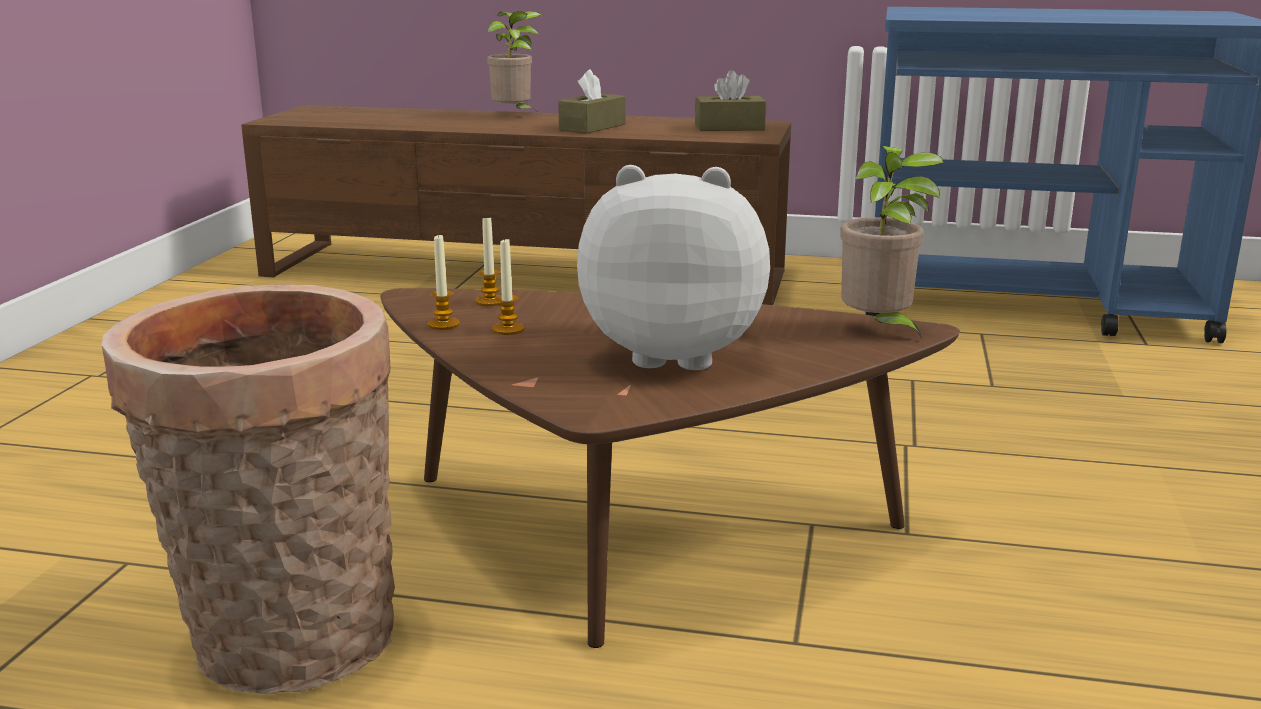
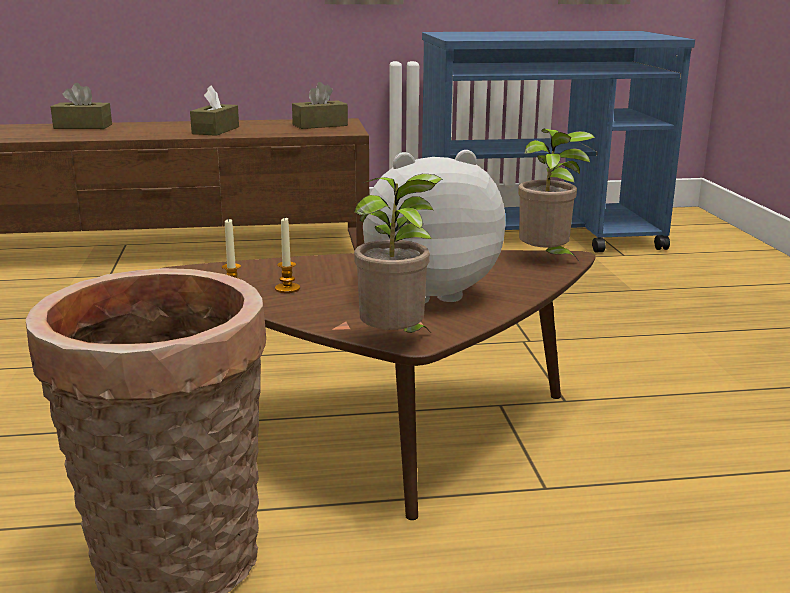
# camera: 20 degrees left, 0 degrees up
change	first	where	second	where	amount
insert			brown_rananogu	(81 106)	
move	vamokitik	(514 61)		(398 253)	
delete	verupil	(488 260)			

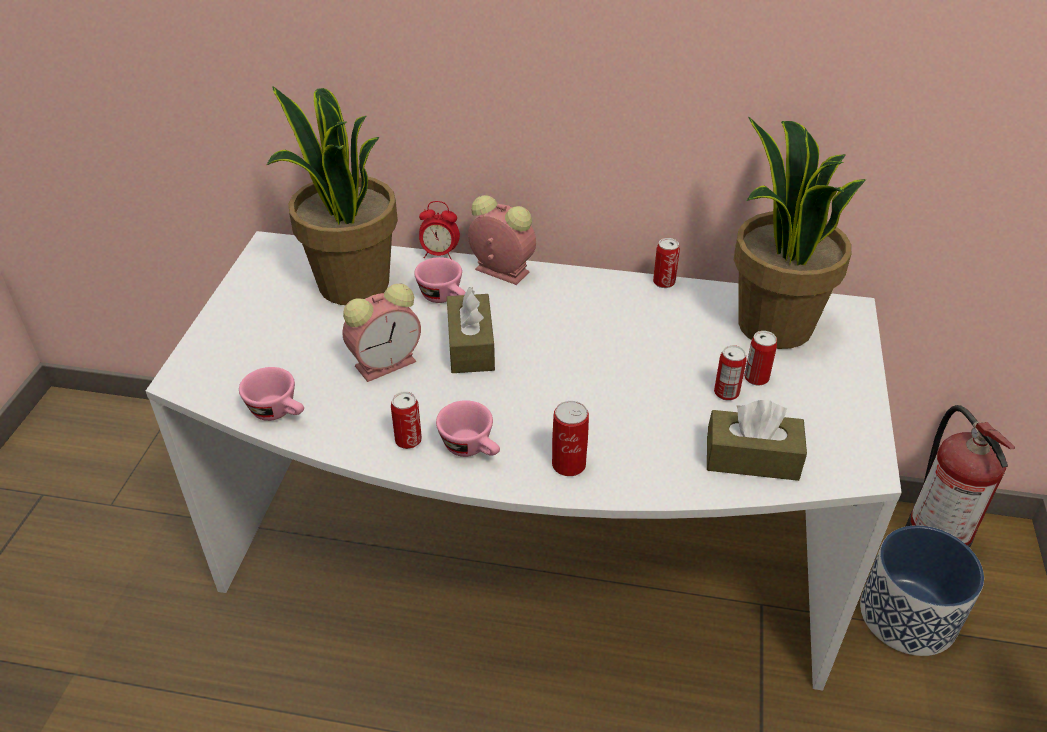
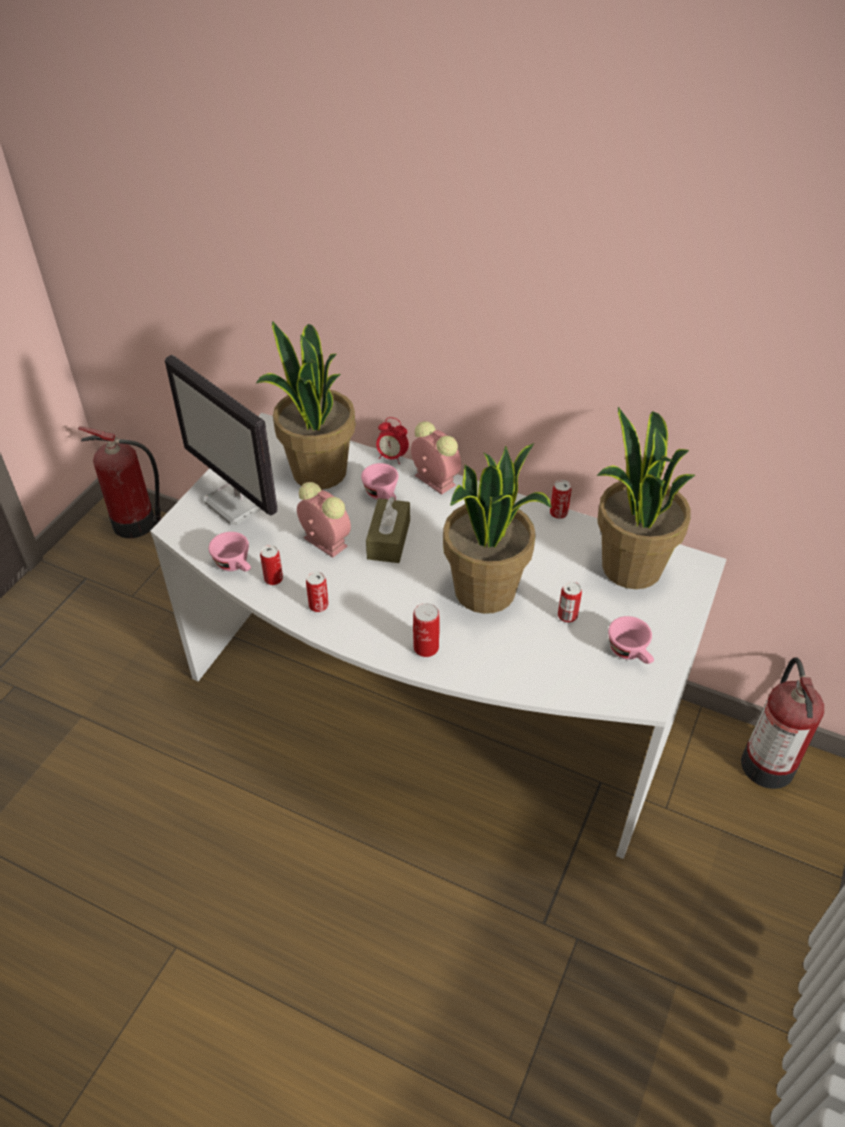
# camera: 15 degrees right, 5 degrees up
change	first	where	second	where	amount
insert			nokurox	(120 482)	
insert			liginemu	(221 440)	
move	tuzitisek	(760 358)		(271 565)	
rotate	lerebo	(381 332)		(324 520)	120 degrees counterclockwise
insert			vamokitik	(497 528)	
move	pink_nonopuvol	(468 428)		(631 640)	
delete	brown_rananogu	(757 440)			
delete	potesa	(922 590)			

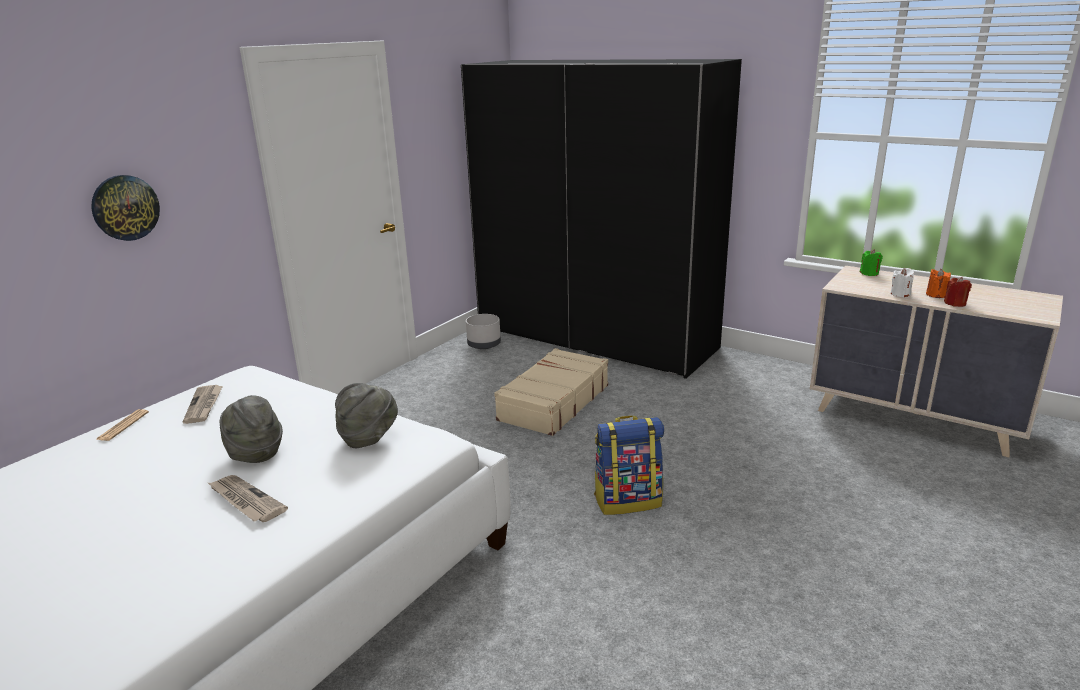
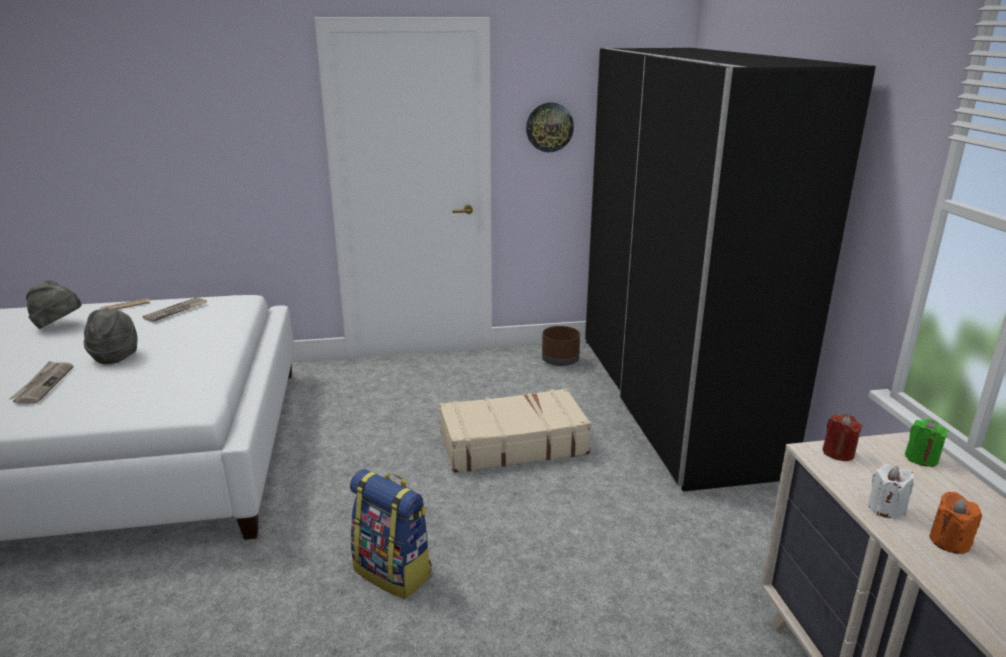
# camera: 45 degrees right, 0 degrees up
change	first	where	second	where	amount
move	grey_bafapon	(366 415)		(54 305)	
move	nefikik	(125 208)		(550 127)	
recolor	grey_potesa	(483 331)	brown_potesa	(561 346)	
move	red_verupil	(958 292)		(842 437)	

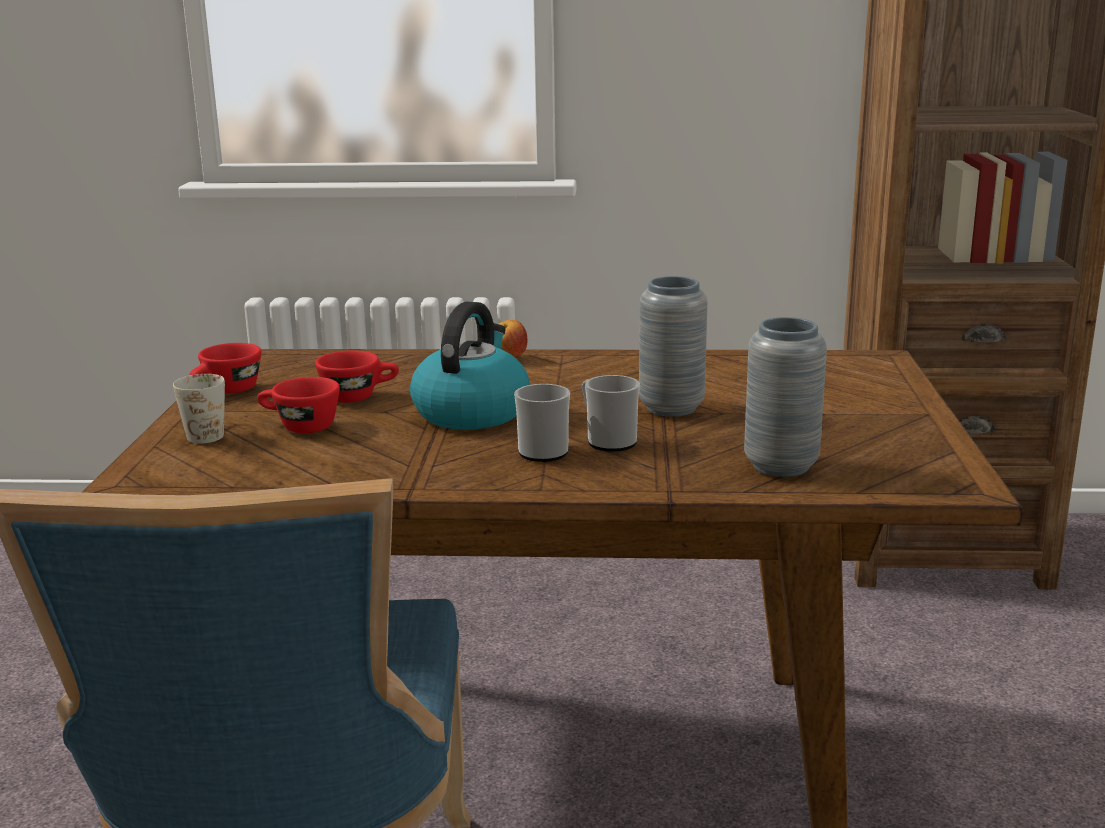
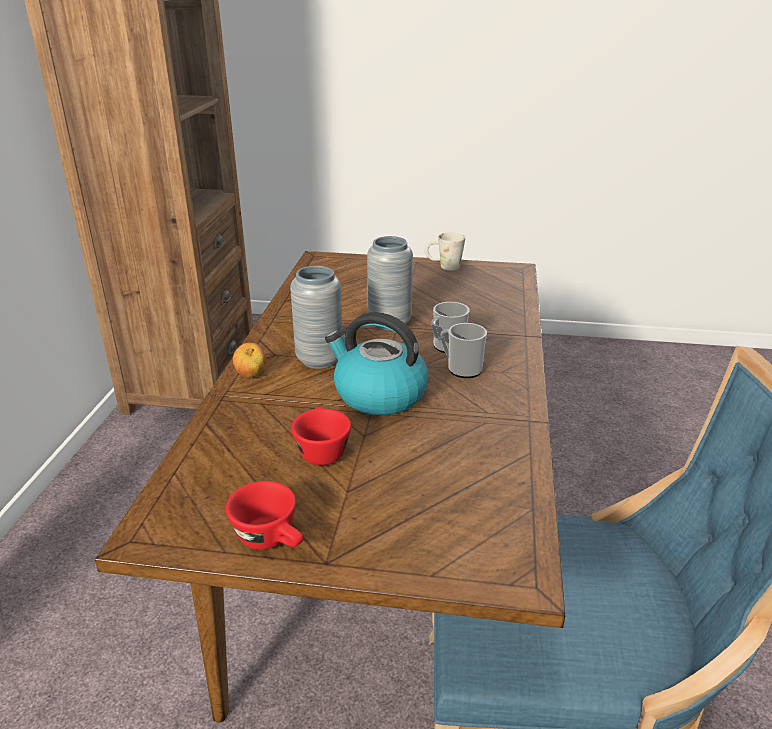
# camera: 85 degrees left, 10 degrees up
change	first	where	second	where	amount
move	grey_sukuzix	(785 397)		(316 317)	
move	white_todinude	(199 409)		(444 251)	
delete	red_nonopuvol	(298 405)			

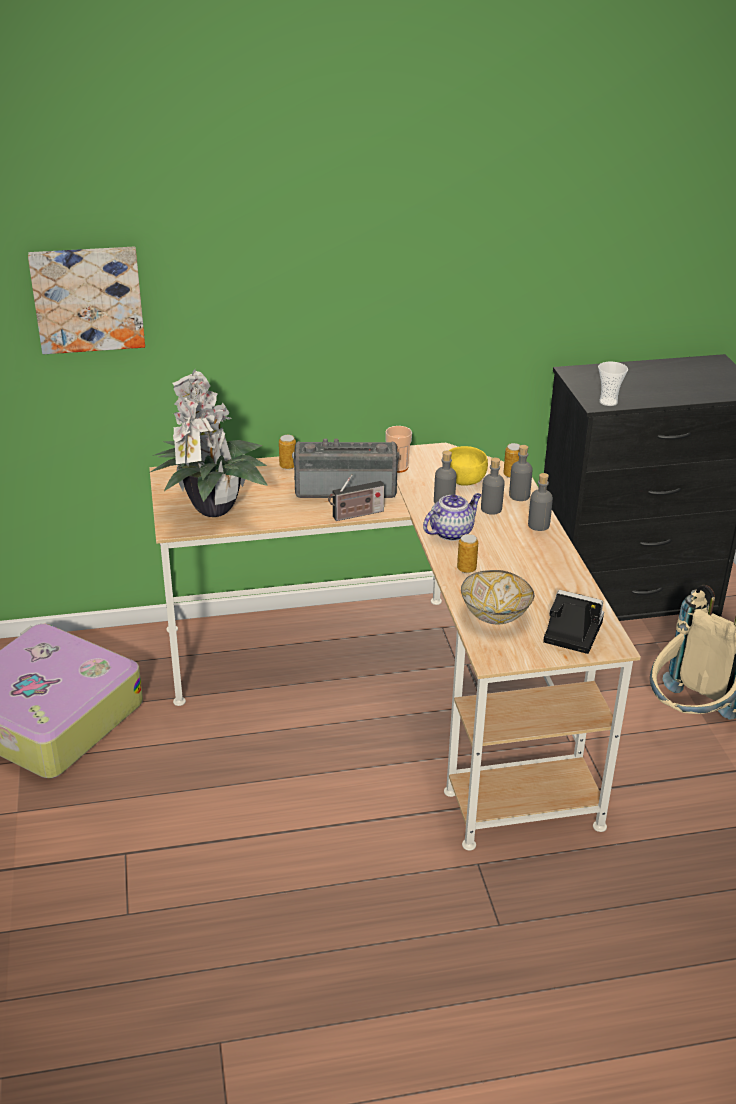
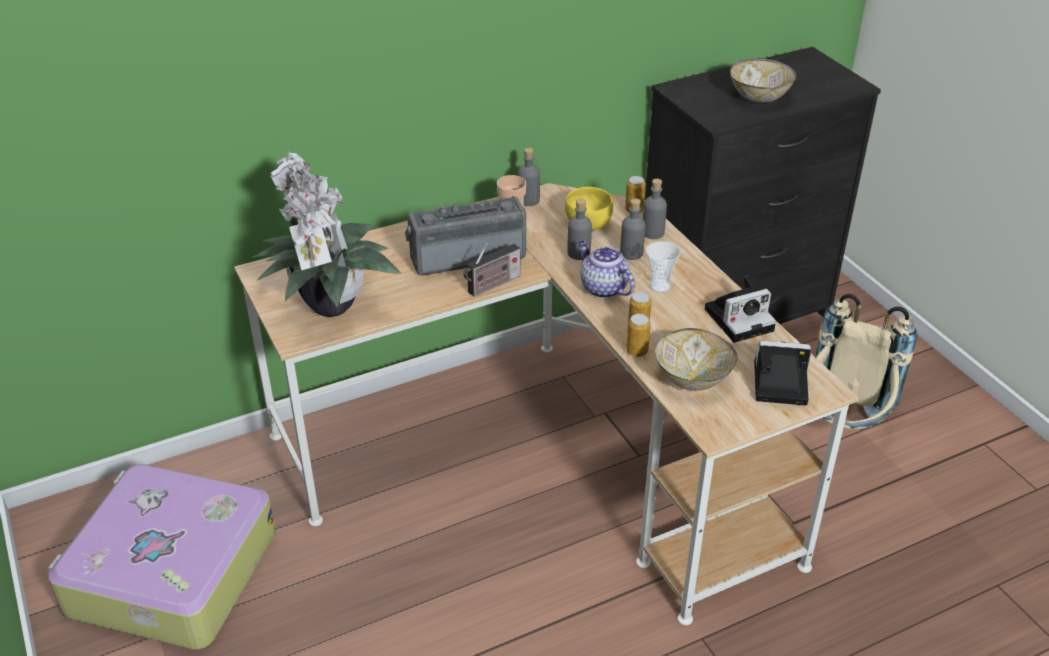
# camera: 15 degrees left, 5 degrees up
change	first	where	second	where	amount
move	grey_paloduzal	(540 502)		(529 177)	
rotate	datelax	(452 517)		(606 269)	75 degrees counterclockwise
move	tuzitisek	(287 452)		(638 335)	
move	nonopuvol	(613 384)		(663 267)	
insert			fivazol	(740 309)	
insert			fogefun	(763 80)	
delete	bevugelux	(86 300)			

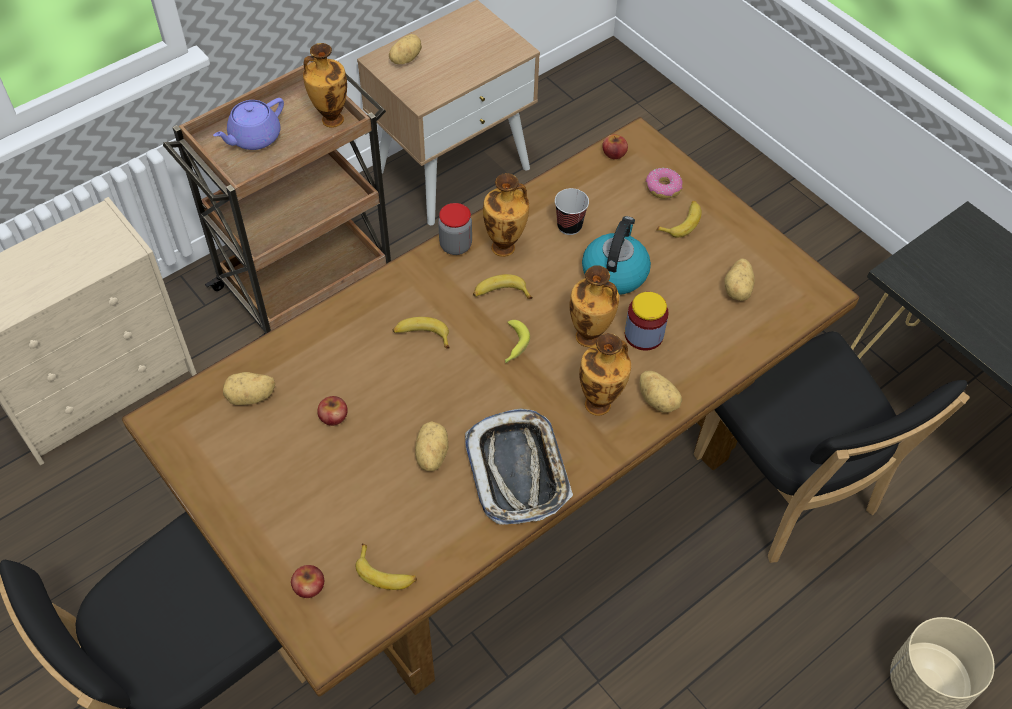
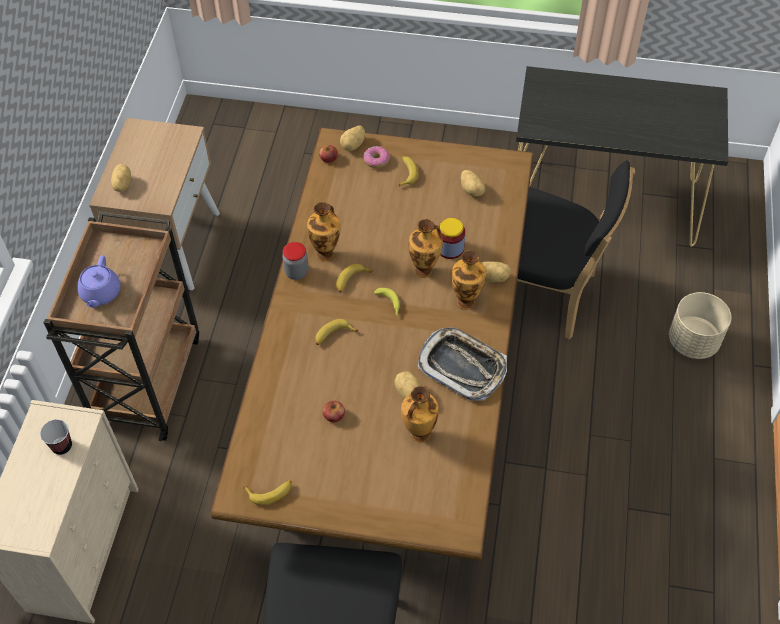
# camera: 40 degrees left, 0 degrees up
change	first	where	second	where	amount
move	nonopuvol	(572 211)		(56 437)	
move	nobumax	(386 566)		(267 492)	
move	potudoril	(249 388)		(352 138)	
move	sukuzix	(325 85)		(420 414)	
delete	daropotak	(307 581)			
delete	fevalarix	(616 255)			

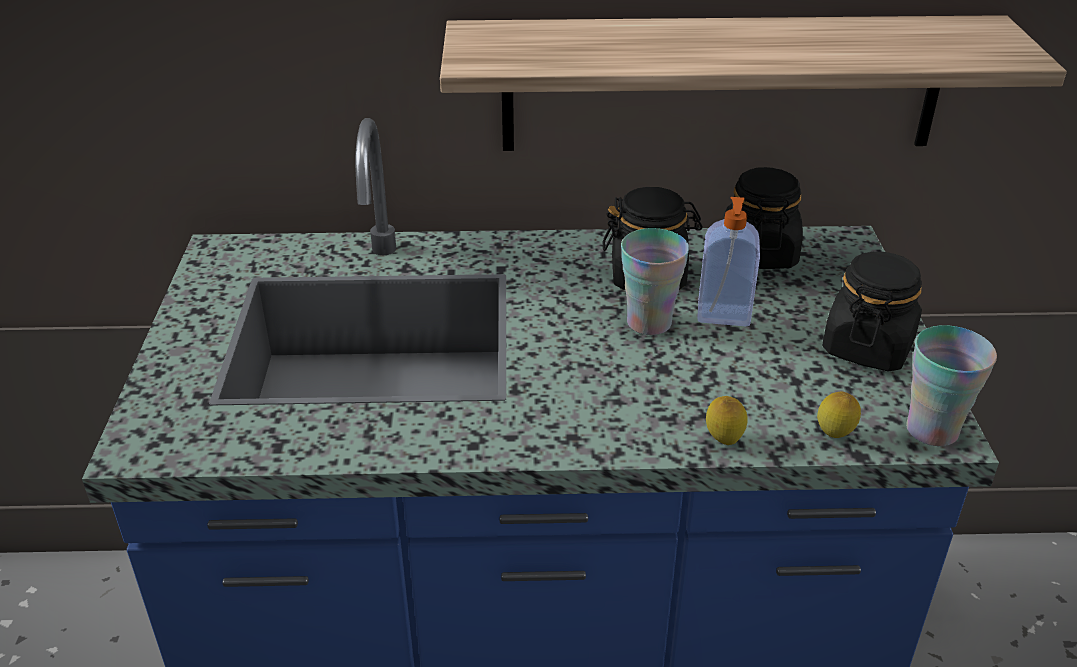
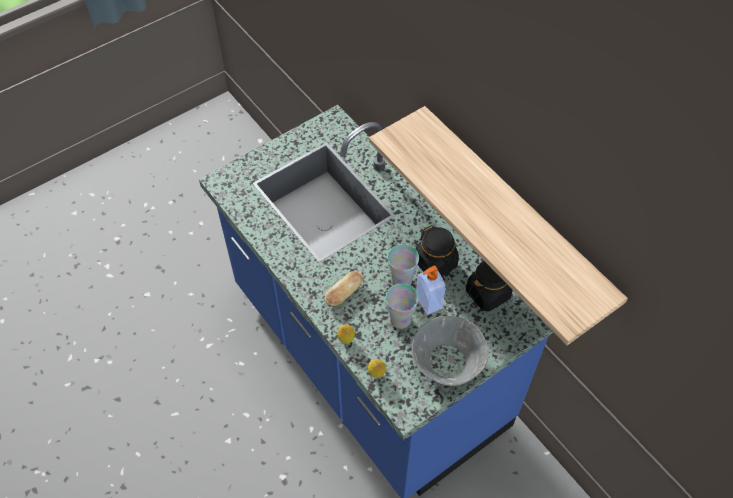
# camera: 55 degrees right, 20 degrees up
change	first	where	second	where	amount
insert			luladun	(344 288)	
move	nonopuvol	(951 386)		(402 306)	
replace	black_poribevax	(872 312)	grey_fogefun	(450 351)	

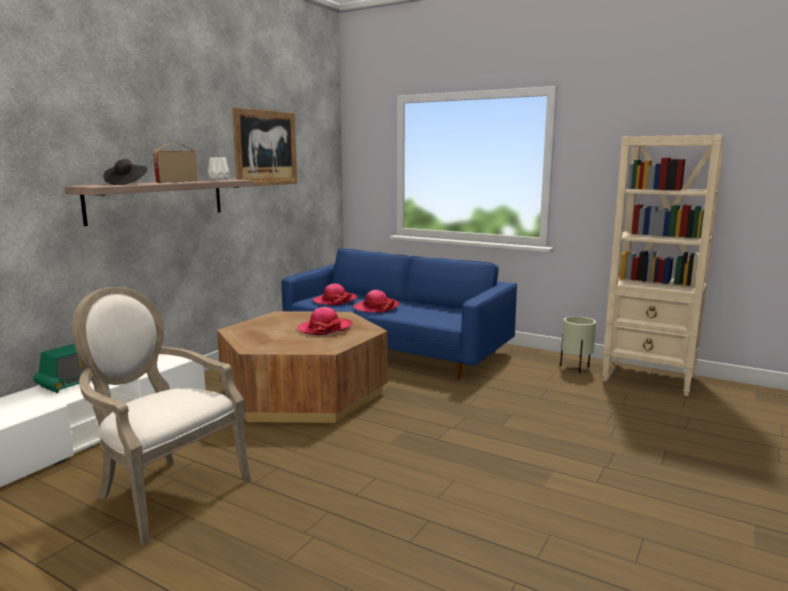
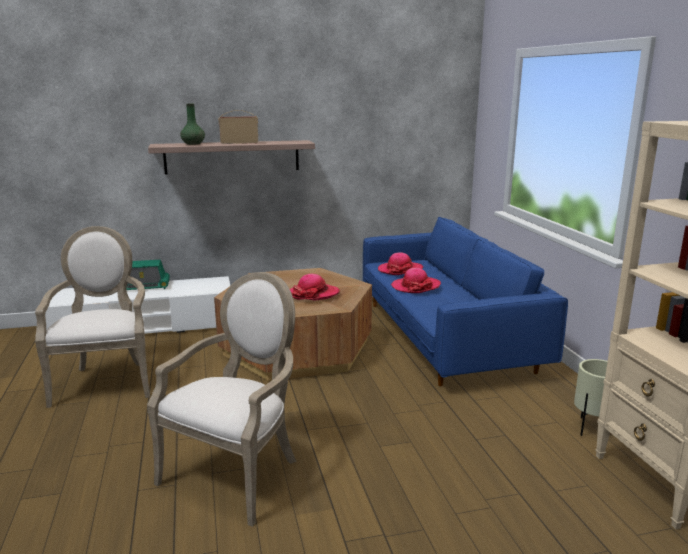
# camera: 45 degrees right, 5 degrees up
change	first	where	second	where	amount
insert			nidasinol	(222 399)	
replace	black_bafapon	(125 172)	green_sukuzix	(192 124)	
delete	white_sukuzix	(218 168)			
delete	bevugelux	(264 146)			

